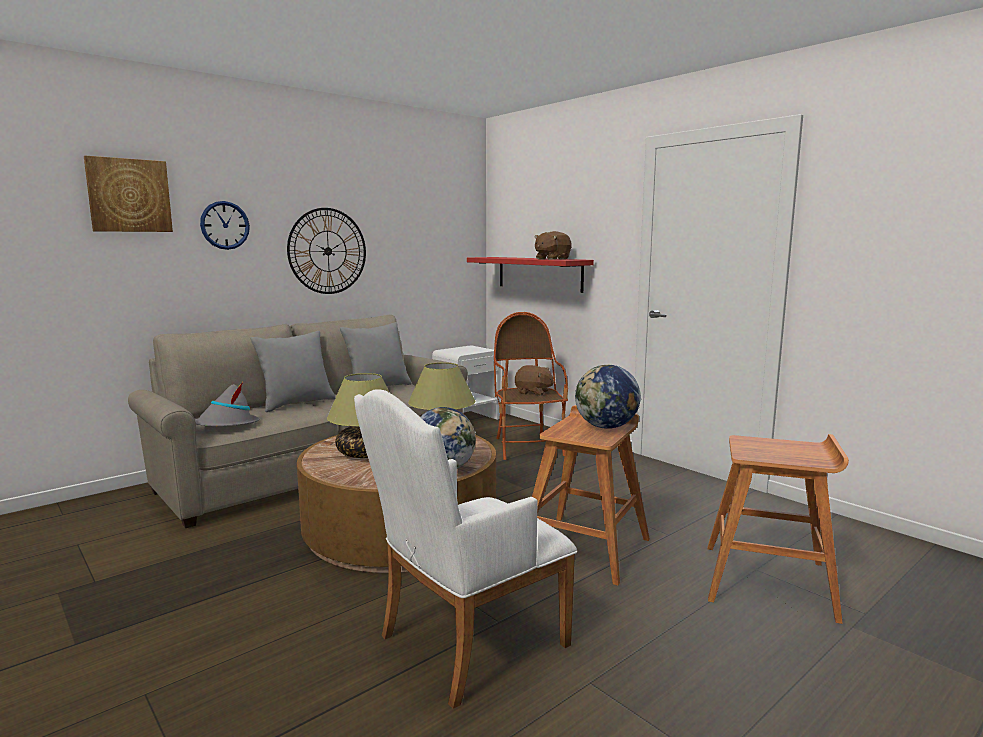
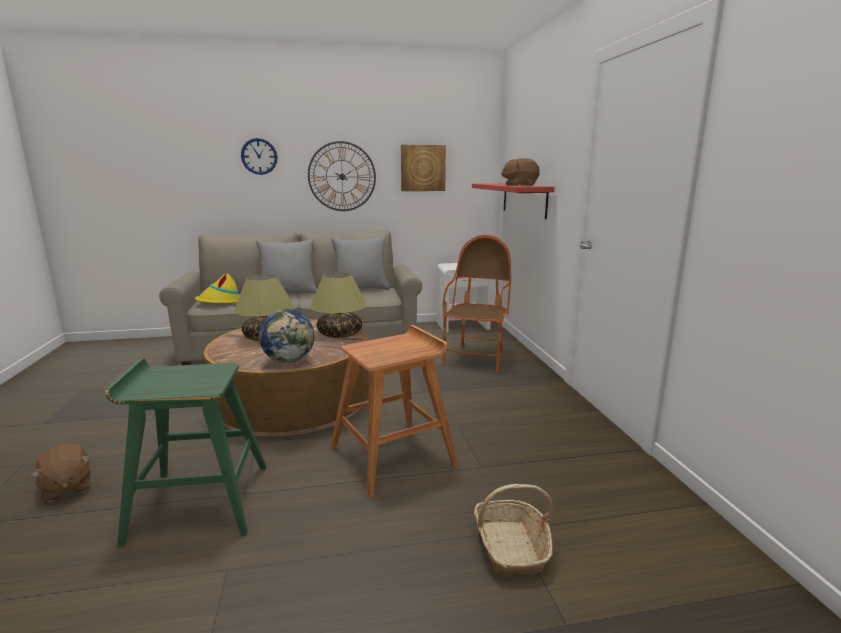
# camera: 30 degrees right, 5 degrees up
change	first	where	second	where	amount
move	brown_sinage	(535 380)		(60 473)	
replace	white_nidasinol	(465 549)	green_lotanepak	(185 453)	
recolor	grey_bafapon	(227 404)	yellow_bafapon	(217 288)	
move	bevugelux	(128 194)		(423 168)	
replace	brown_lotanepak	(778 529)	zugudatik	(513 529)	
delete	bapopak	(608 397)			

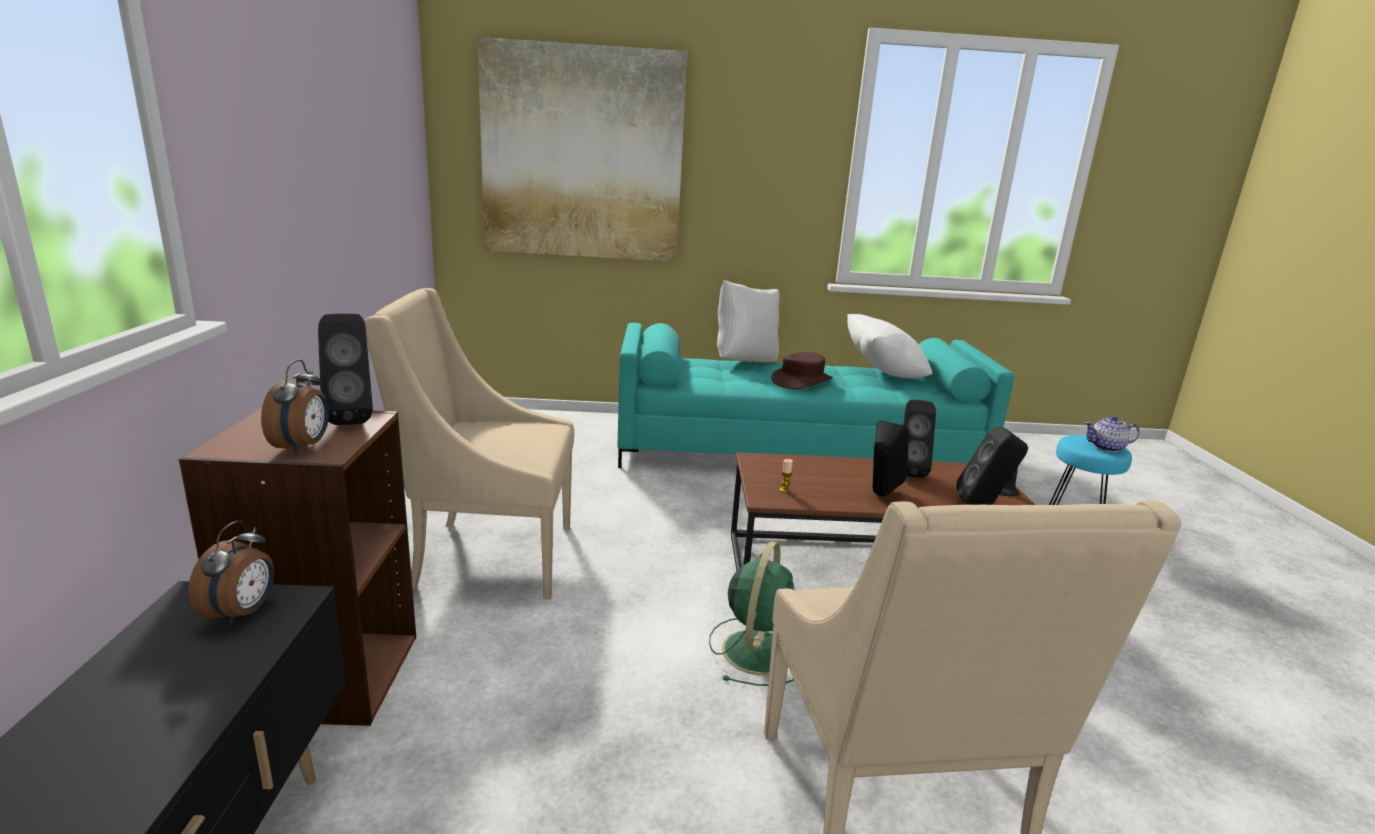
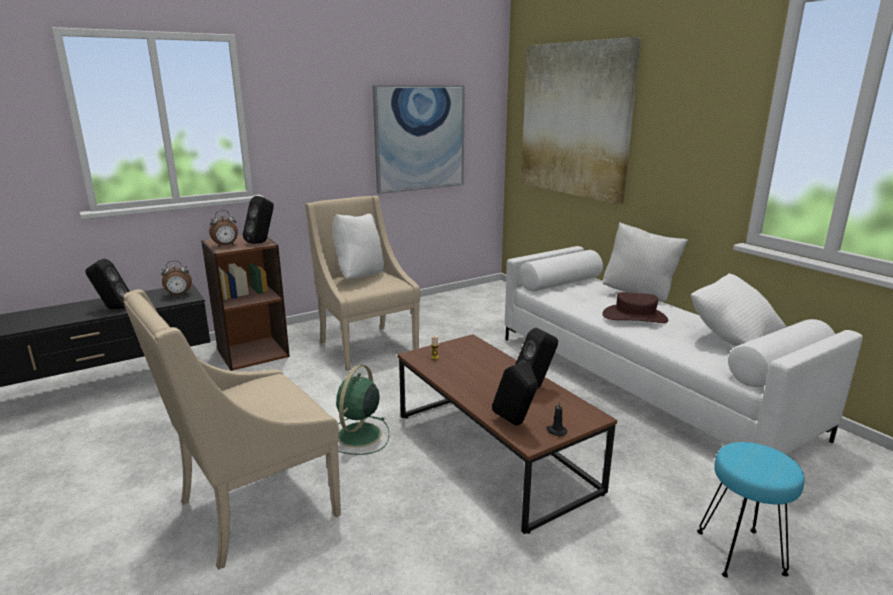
# camera: 60 degrees right, 0 degrees up
change	first	where	second	where	amount
move	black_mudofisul	(891 458)		(107 284)	
insert			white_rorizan	(358 246)	
rotate	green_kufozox	(751 613)		(362 410)	120 degrees clockwise
insert			bevugelux	(418 139)	
recolor	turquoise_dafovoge	(816 395)	white_dafovoge	(684 350)	
delete	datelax	(1112 434)			

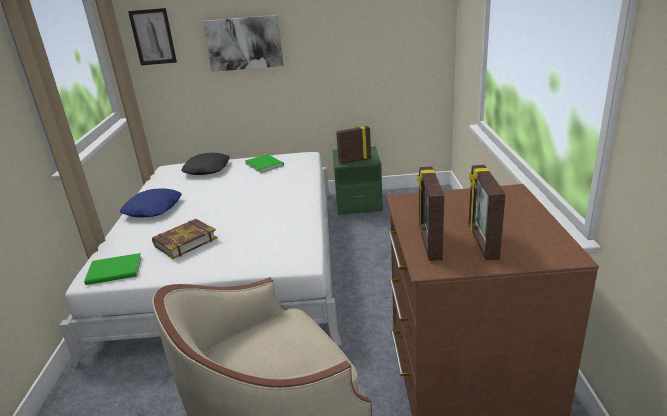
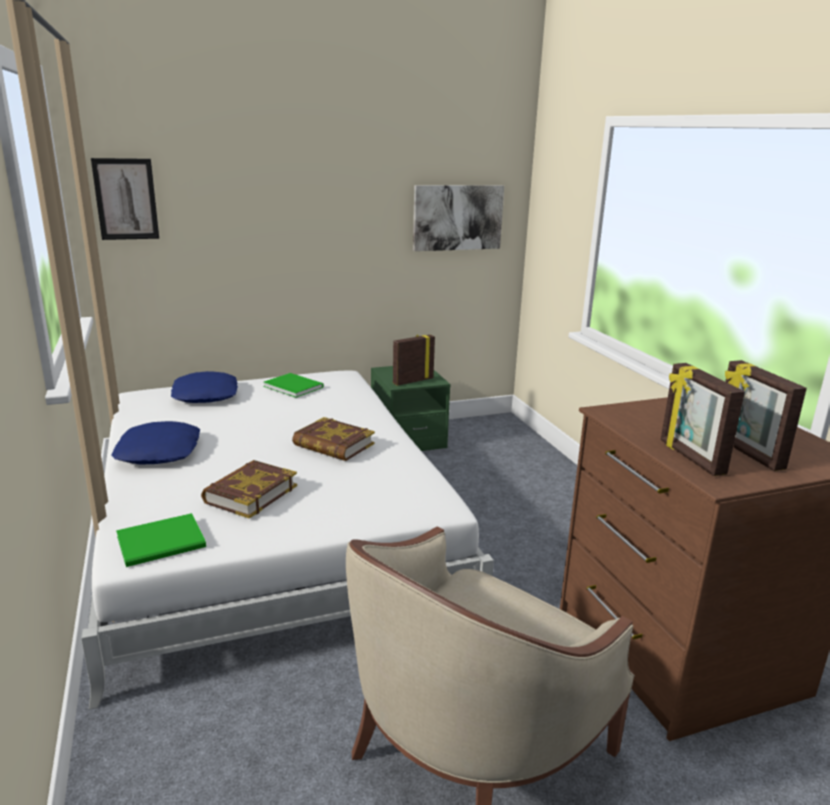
# camera: 20 degrees left, 5 degrees down
change	first	where	second	where	amount
recolor	black_rorizan	(205 164)	blue_rorizan	(204 387)	
insert			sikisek	(333 439)	
move	bevugelux	(243 43)		(458 218)	

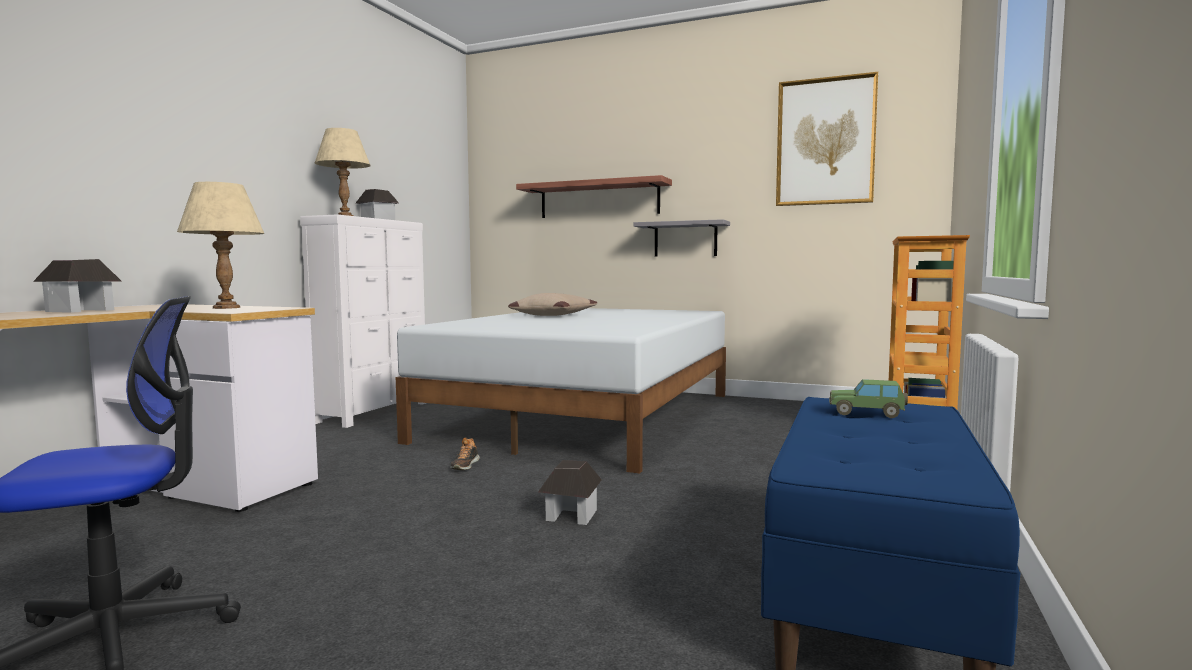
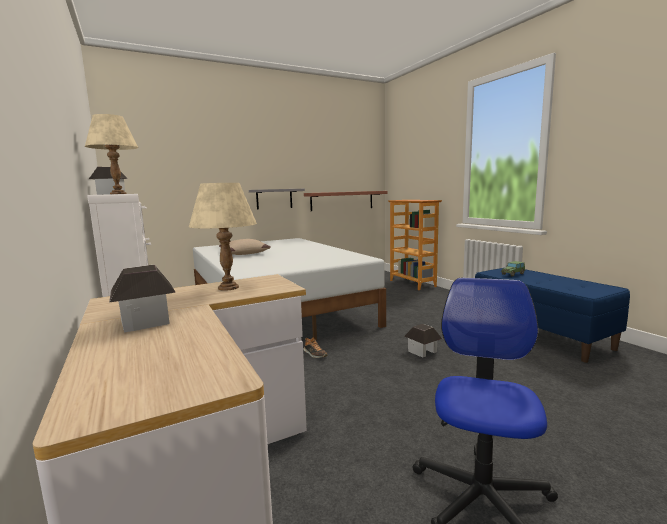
# camera: 50 degrees left, 5 degrees up
change	first	where	second	where	amount
move	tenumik	(594 196)		(345 201)	
delete	bevugelux	(827 139)			

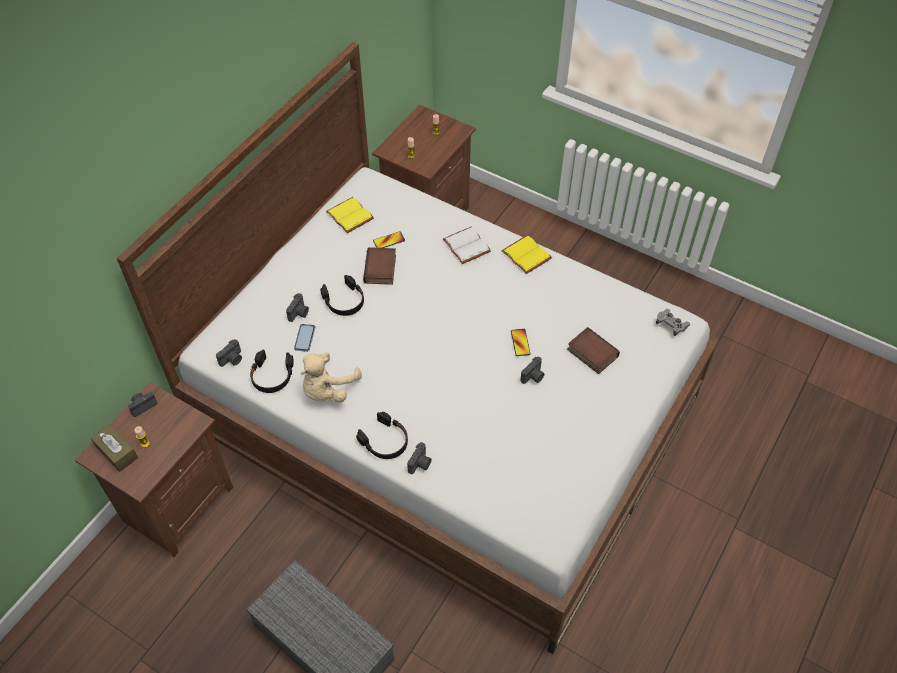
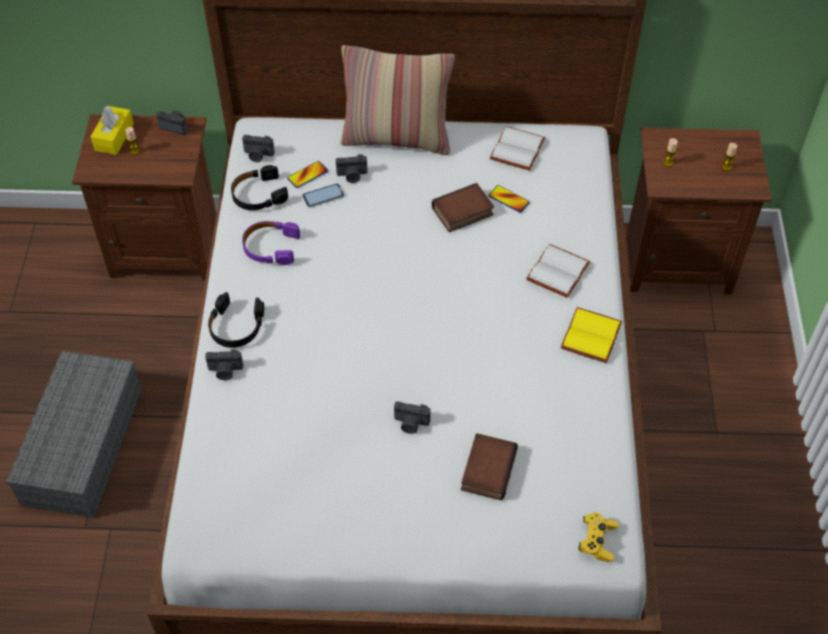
# camera: 60 degrees right, 0 degrees up
change	first	where	second	where	amount
recolor	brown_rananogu	(114 448)	yellow_rananogu	(112 130)	
replace	beige_sinage	(331 377)	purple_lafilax	(271 243)	
move	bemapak	(520 342)		(307 174)	
insert			rorizan	(397 100)	
recolor	yellow_sikisek	(350 215)	white_sikisek	(518 148)	
recolor	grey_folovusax	(673 322)	yellow_folovusax	(598 537)	
delete	black_lafilax	(342 295)			

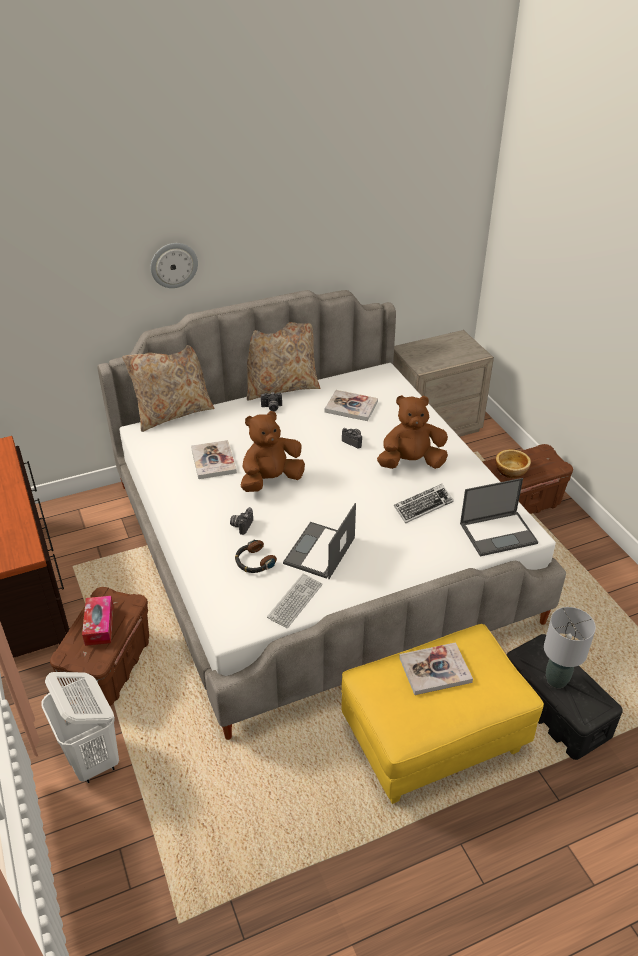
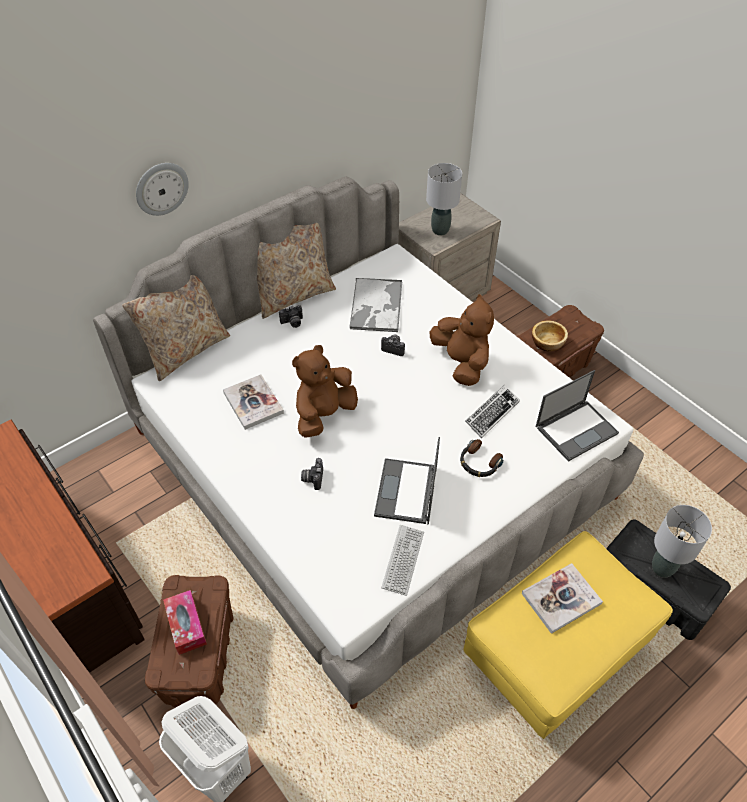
# camera: 15 degrees left, 10 degrees up
change	first	where	second	where	amount
replace	sikisek	(351 405)	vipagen	(375 305)	
insert			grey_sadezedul	(444 199)	
rotate	brown_sinage	(412 432)		(461 340)	90 degrees clockwise
move	lafilax	(256 556)		(481 458)	

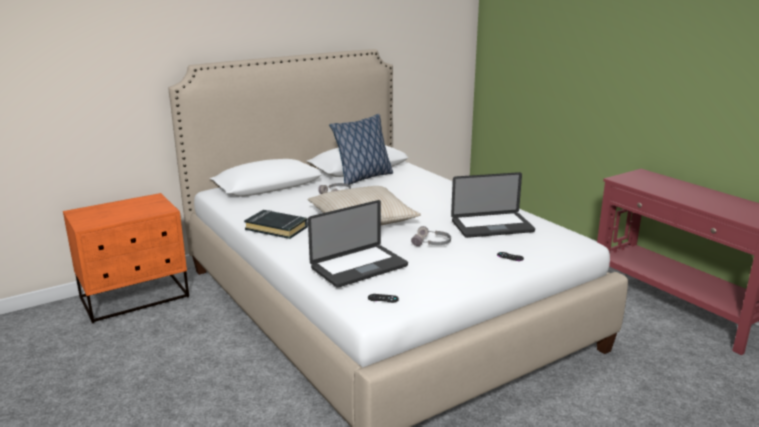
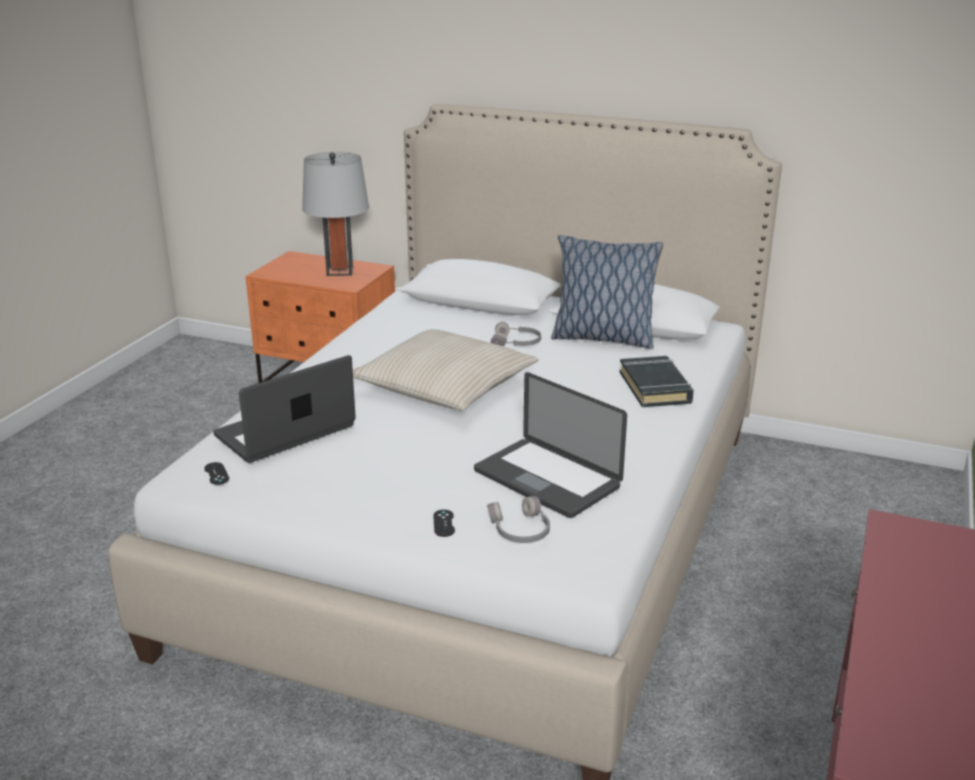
# camera: 55 degrees right, 5 degrees up
change	first	where	second	where	amount
rotate	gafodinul	(358 244)		(284 409)	120 degrees clockwise
insert			grey_sadezedul	(335 214)	
move	grey_lafilax	(431 236)		(518 519)	
move	black_sikisek	(276 224)		(657 381)	

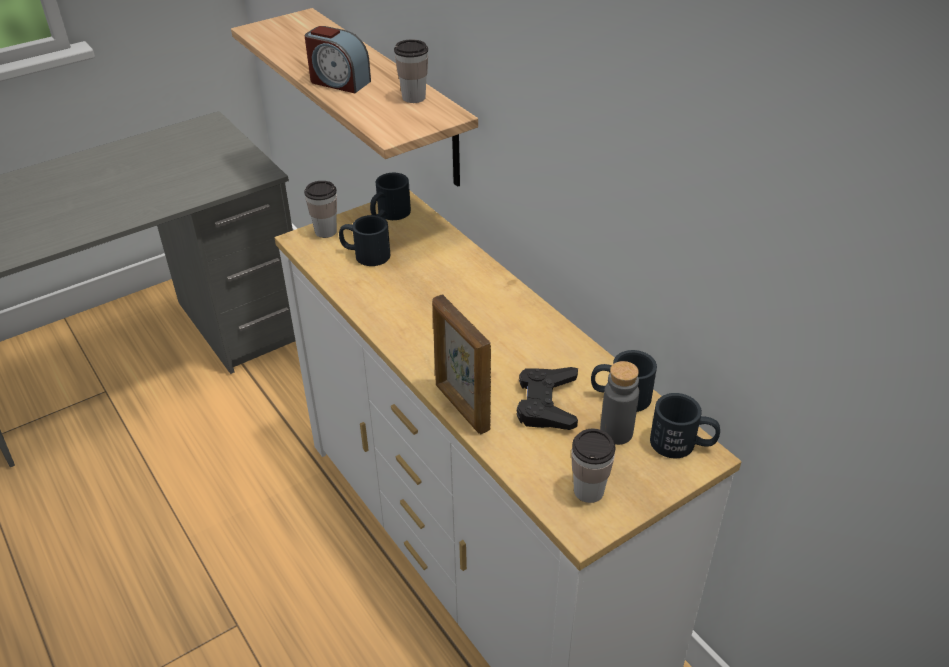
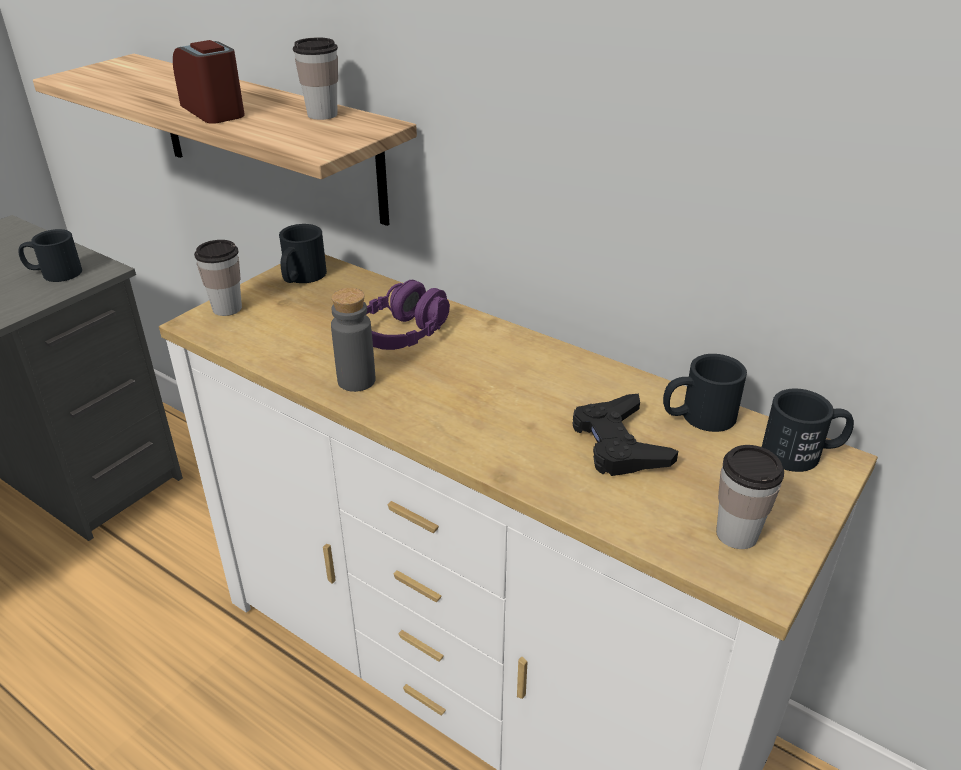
# camera: 20 degrees left, 5 degrees down
change	first	where	second	where	amount
move	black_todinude	(364 240)		(50 255)	
rotate	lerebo	(338 59)		(209 82)	135 degrees counterclockwise
move	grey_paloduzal	(619 403)		(353 340)	
insert			purple_lafilax	(408 315)	
delete	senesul	(461 364)			

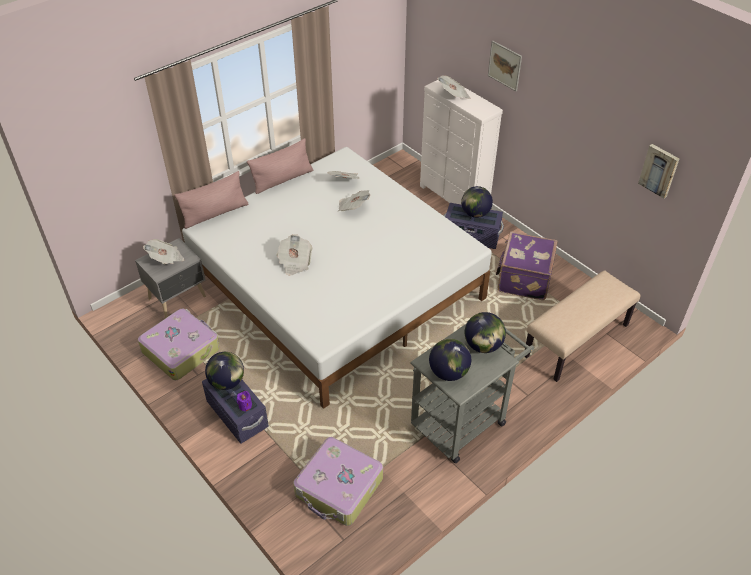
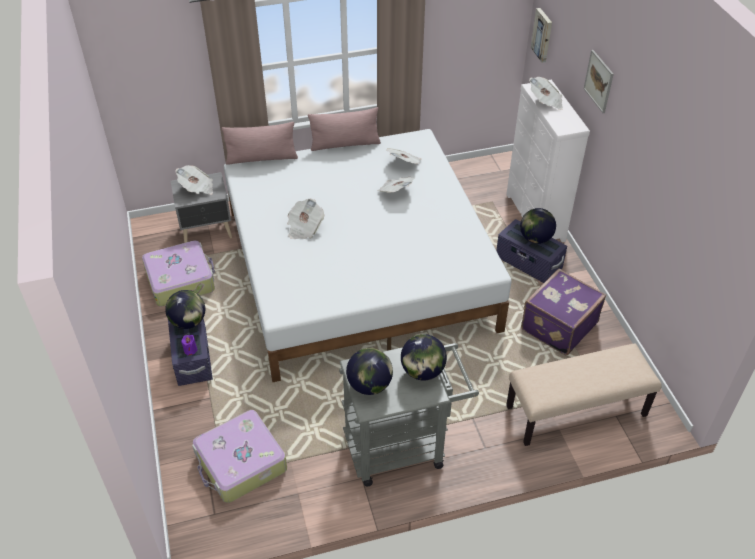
# camera: 25 degrees right, 0 degrees up
change	first	where	second	where	amount
move	bevugelux	(658 171)		(541 35)	

